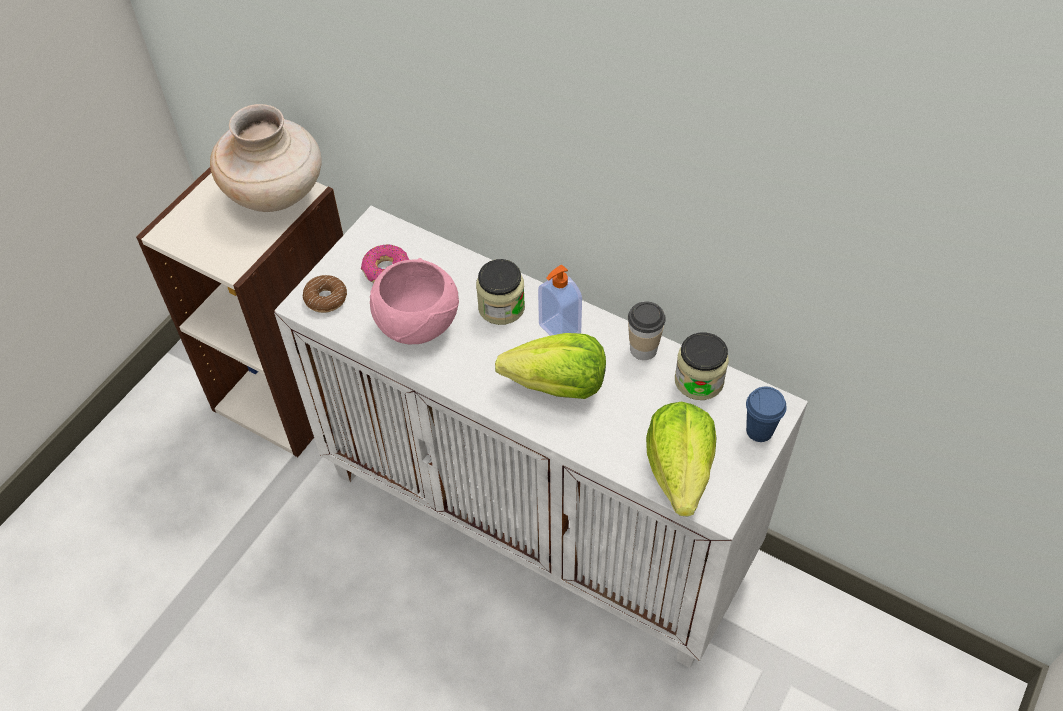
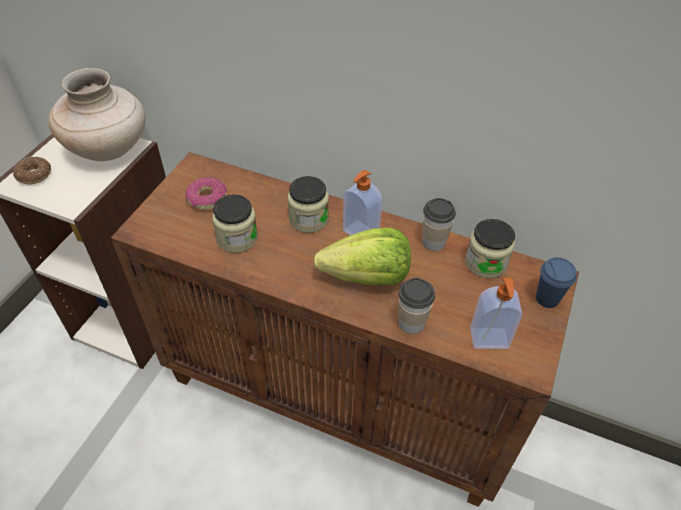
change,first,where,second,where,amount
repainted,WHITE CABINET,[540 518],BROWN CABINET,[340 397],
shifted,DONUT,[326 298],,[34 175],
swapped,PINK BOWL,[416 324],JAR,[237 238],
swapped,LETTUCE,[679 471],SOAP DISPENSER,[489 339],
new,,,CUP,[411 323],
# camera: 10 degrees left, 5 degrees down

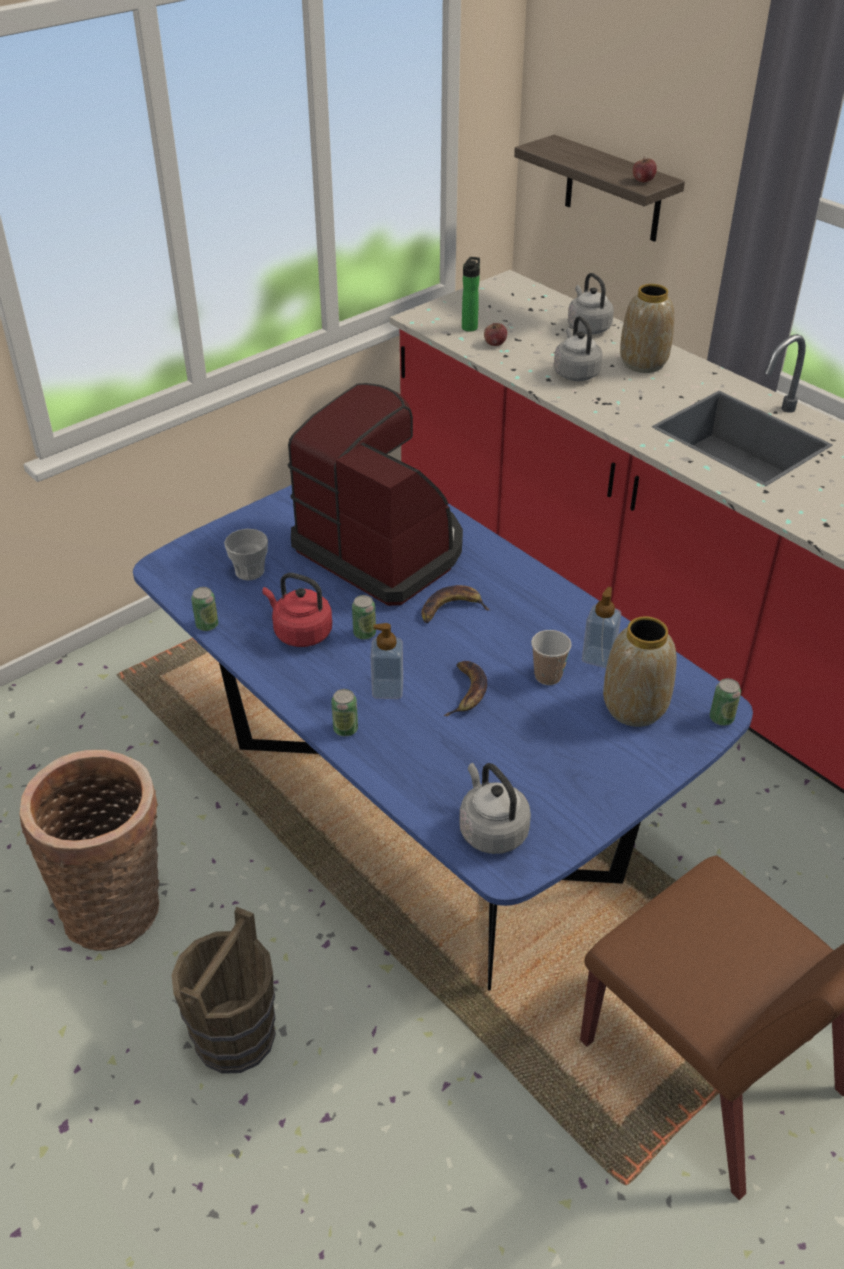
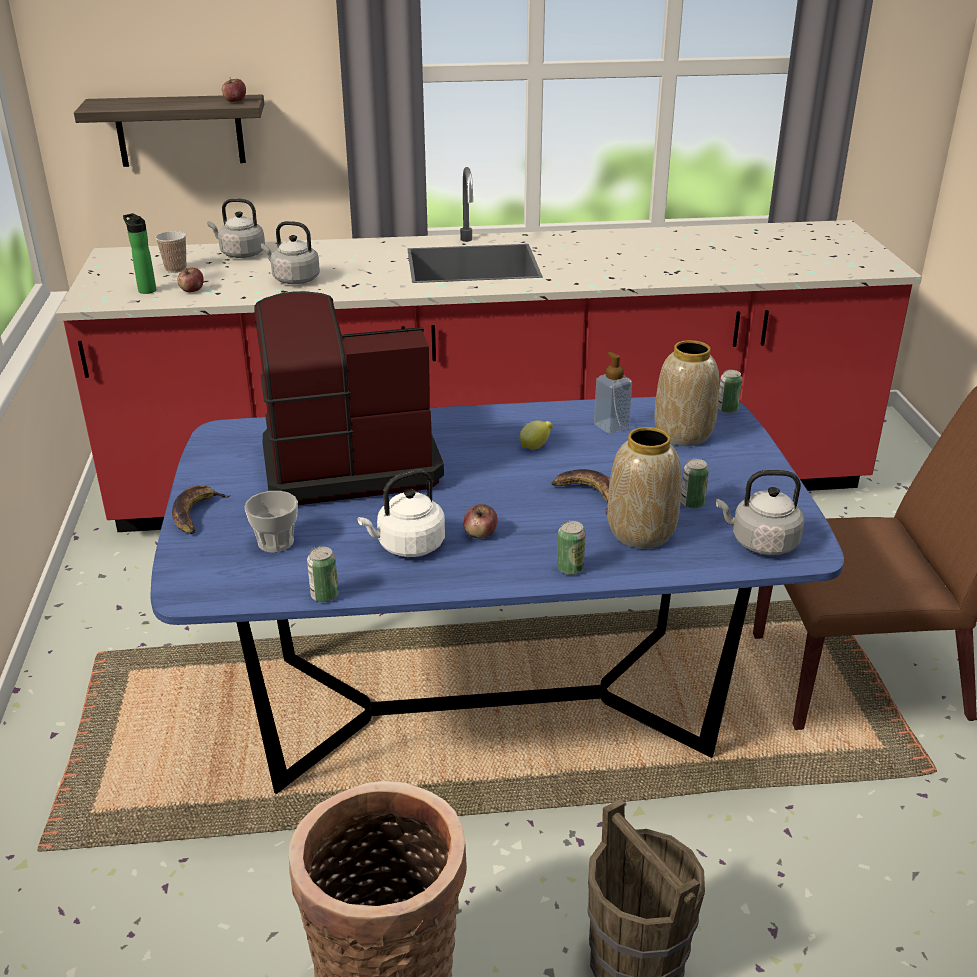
change,first,where,second,where,amount
repainted,RED KETTLE,[300 632],WHITE KETTLE,[407 546],
shifted,CAN,[364 633],,[692 503],
gone,SOAP DISPENSER,[387 689],,,
shifted,BANANA,[451 609],,[196 514],
shifted,CUP,[548 676],,[176 269],
shifted,VASE,[644 363],,[641 533],
new,,,APPLE,[480 534],
new,,,LEMON,[535 447],
# camera: 55 degrees left, 10 degrees down

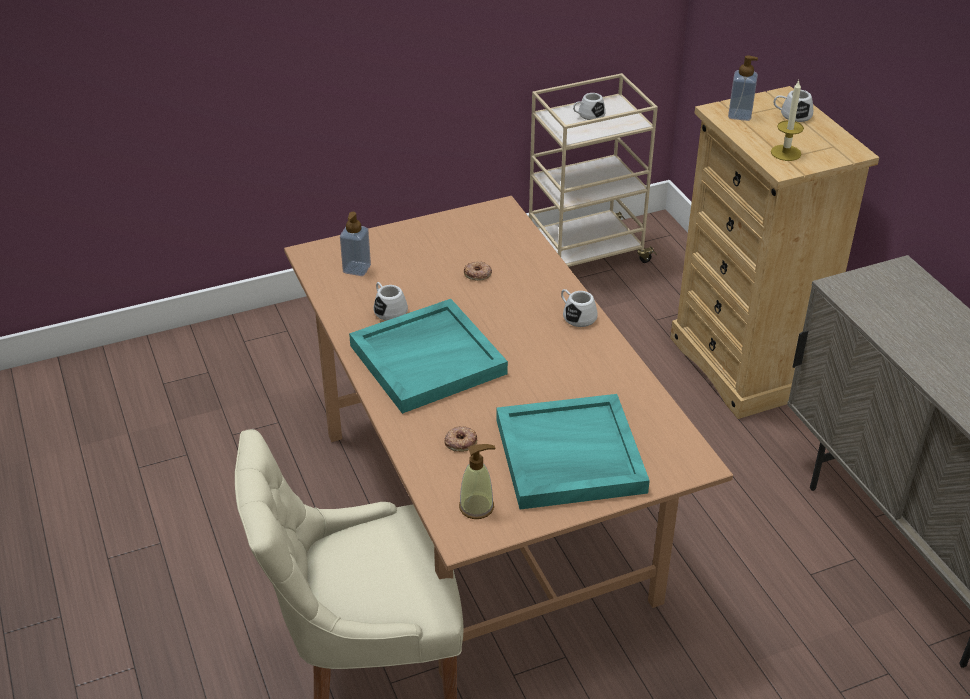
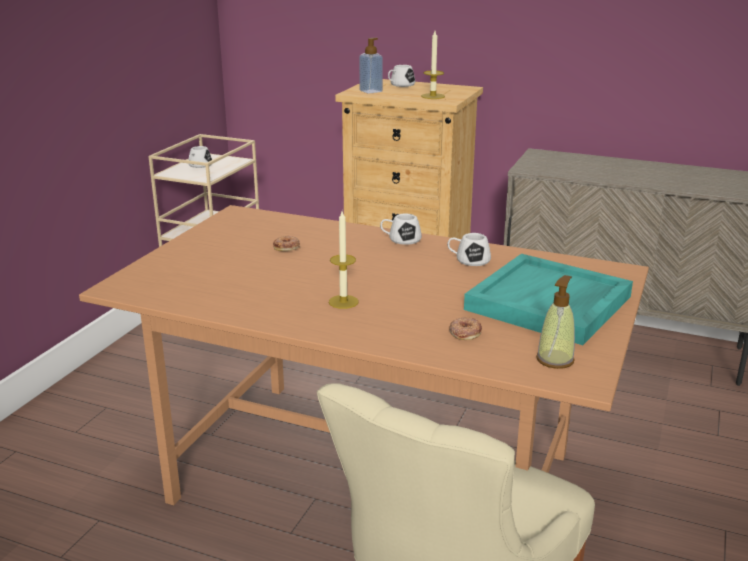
change,first,where,second,where,amount
gone,SOAP DISPENSER,[357 269],,,
swapped,TURQUOISE TRAY,[428 358],CANDLE,[343 302],
shifted,WHITE MUG,[388 309],,[468 260],
# camera: 45 degrees left, 15 degrees down

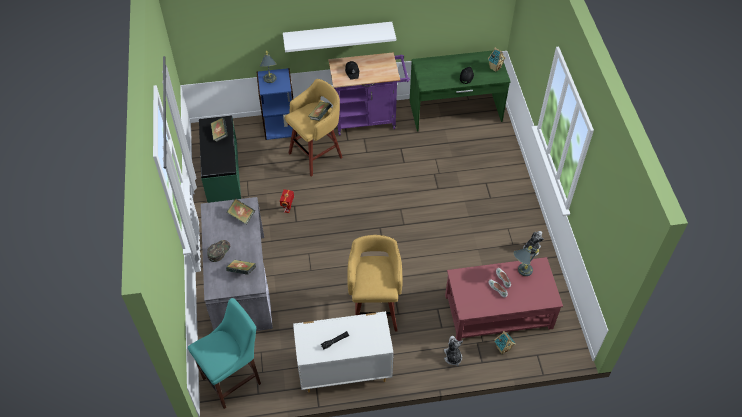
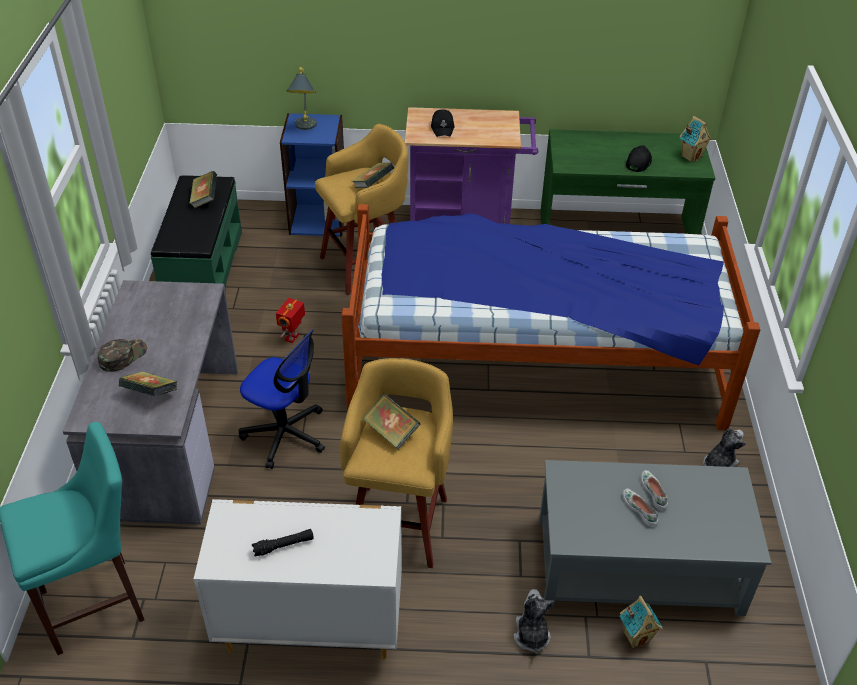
change,first,where,second,where,amount
shifted,BOOK,[241 216],,[391 432],
gone,WHITE SHELF,[338 34],,,
repainted,RED COFFEE TABLE,[497 311],GREY COFFEE TABLE,[637 565],
gone,GREY TABLE LAMP,[520 272],,,
new,,,OFFICE CHAIR,[285 434],
new,,,BED,[533 361],
# camera: 10 degrees right, 10 degrees down

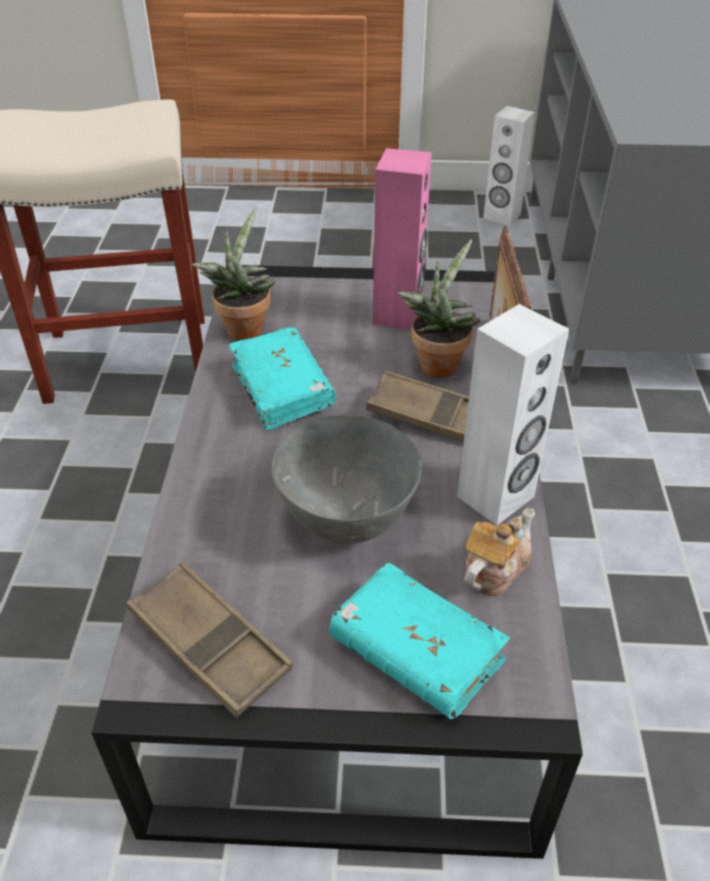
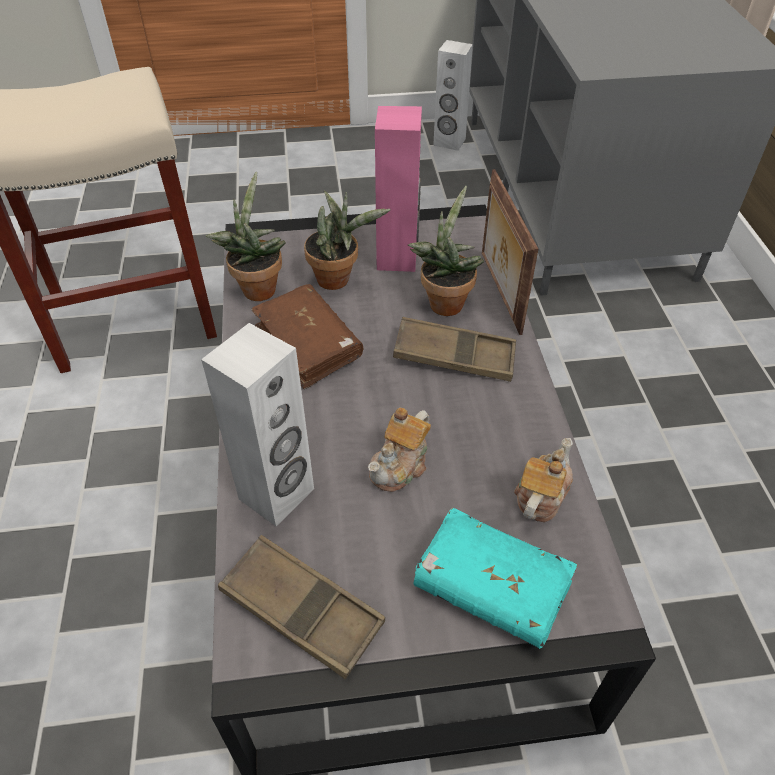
change,first,where,second,where,amount
repainted,TURQUOISE BOOK,[282 389],BROWN BOOK,[308 344],
swapped,GREY BOWL,[349 518],TEAPOT,[400 465],
shifted,WHITE SPEAKER,[496 497],,[277 494],
new,,,POTTED PLANT,[338 279],
# camera: 10 degrees left, 5 degrees up

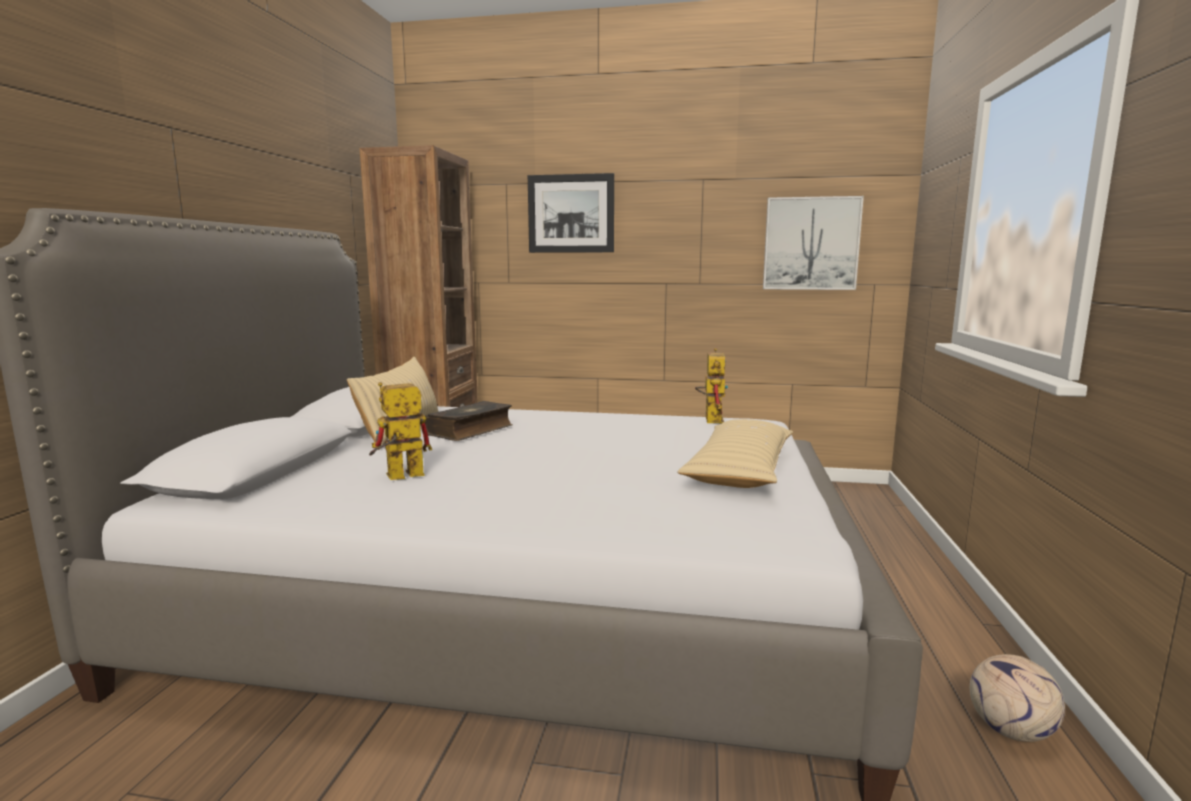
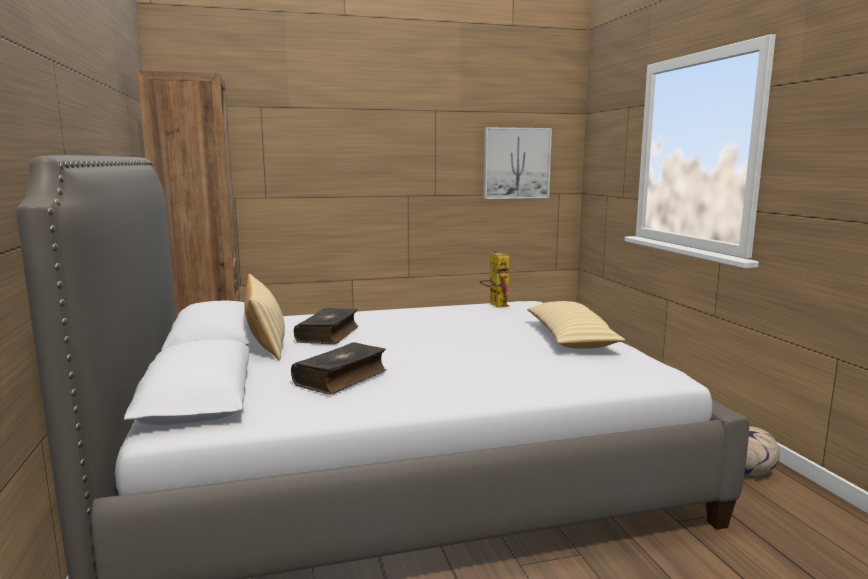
change,first,where,second,where,amount
swapped,TOY ROBOT,[397 477],BOOK,[342 378],
gone,PICTURE,[571 214],,,
# camera: 25 degrees left, 0 degrees up

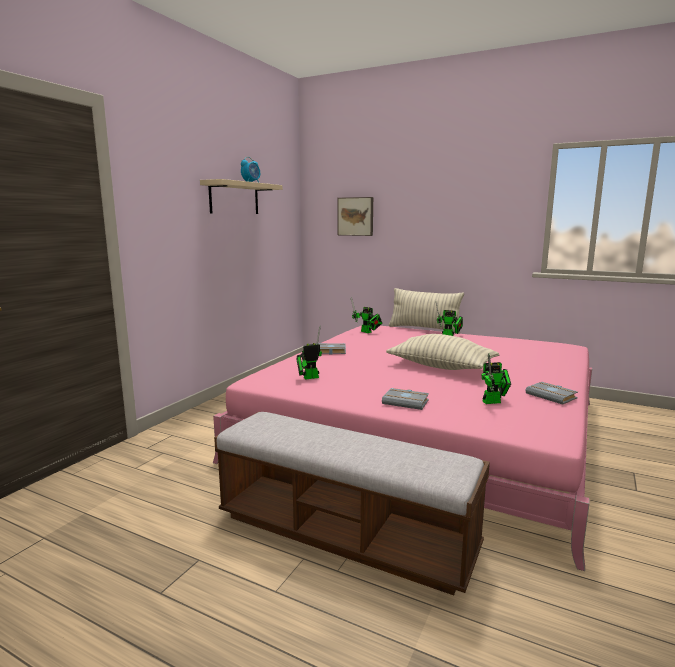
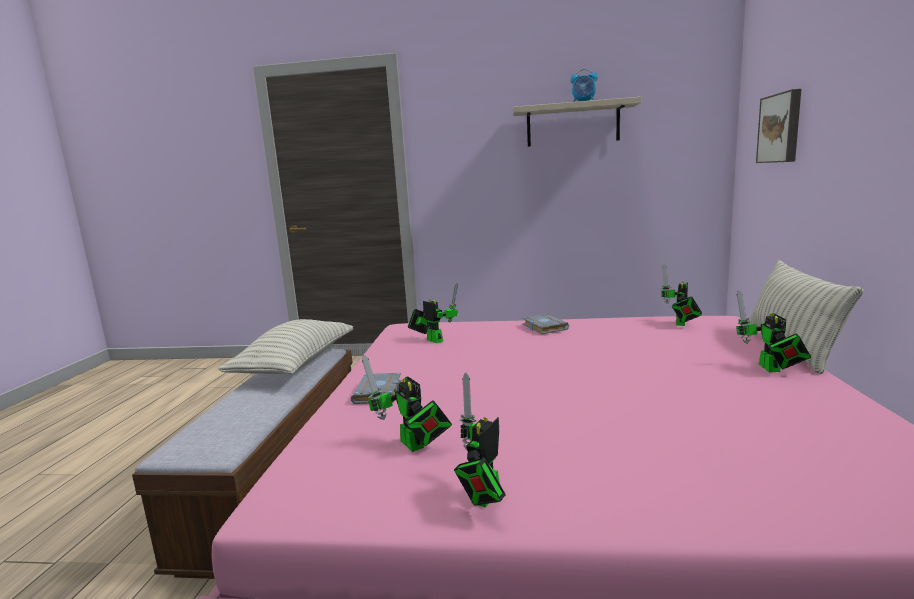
change,first,where,second,where,amount
shifted,PILLOW,[441 366],,[295 365],
swapped,GREY BOOK,[552 396],TOY ROBOT,[483 499],
# camera: 70 degrees right, 0 degrees up

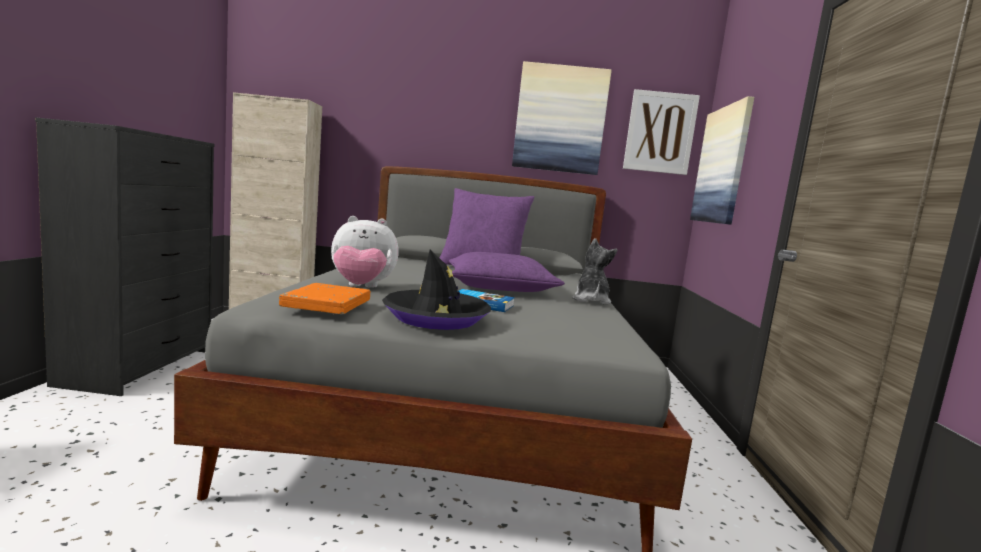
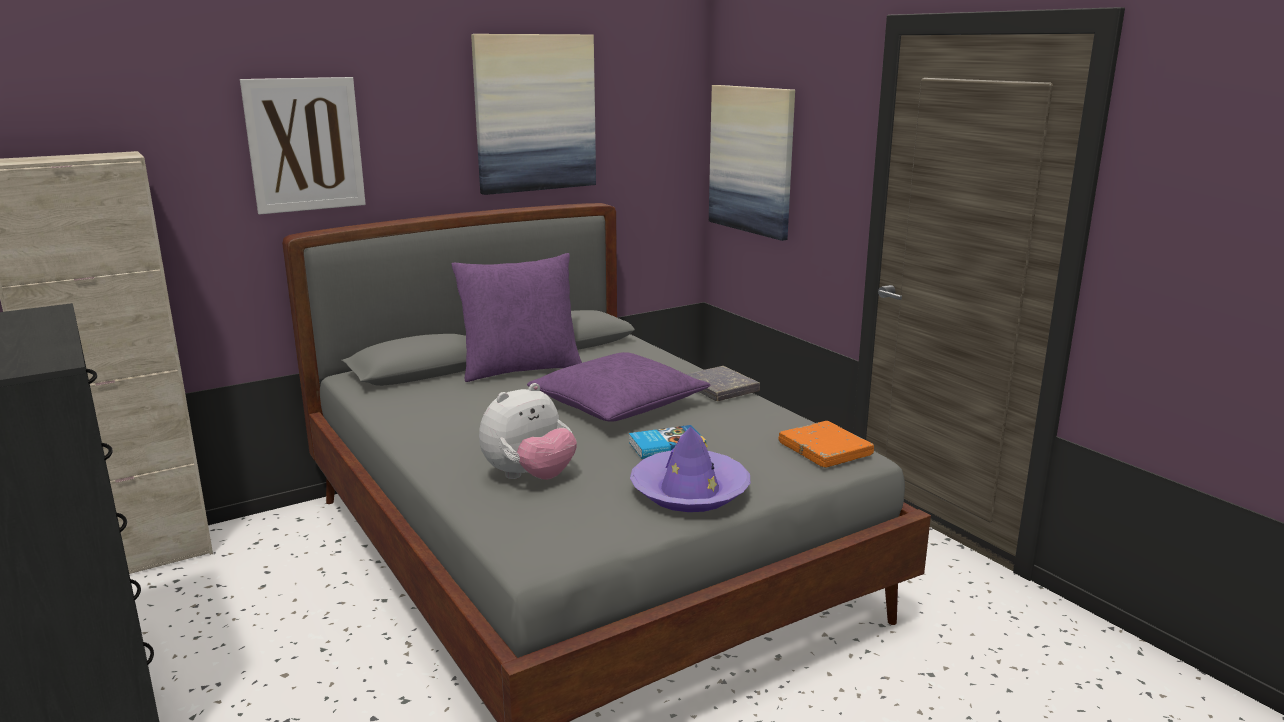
change,first,where,second,where,amount
shifted,ORANGE BOOK,[327 304],,[825 449],
repainted,BLACK HAT,[436 318],PURPLE HAT,[689 491],
swapped,PLUSH TOY,[590 300],GREY BOOK,[719 388],
shifted,PICTURE,[660 132],,[305 144],
# camera: 35 degrees left, 10 degrees up

